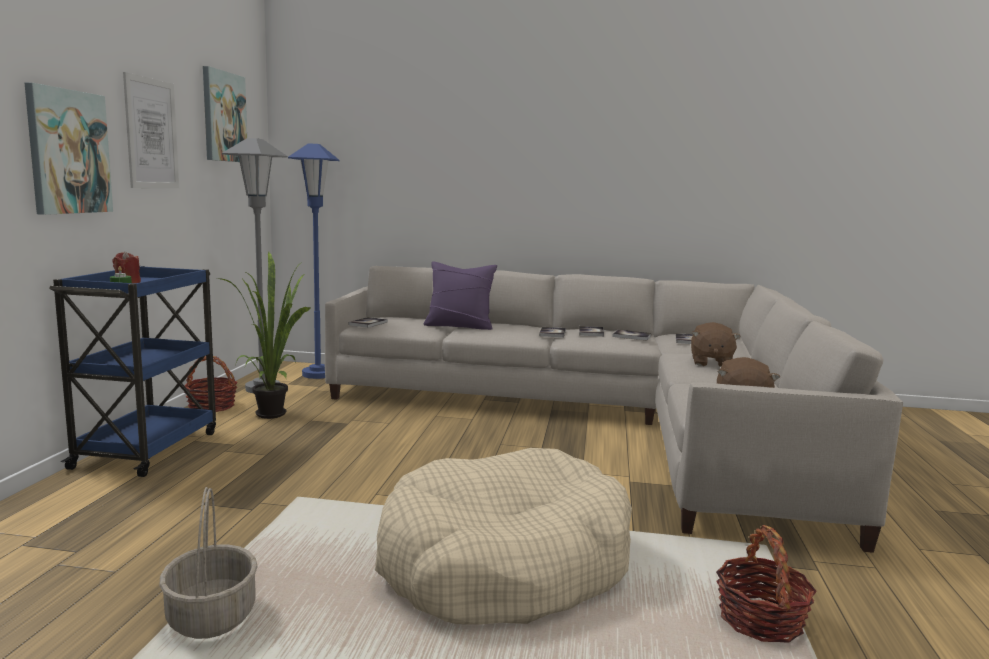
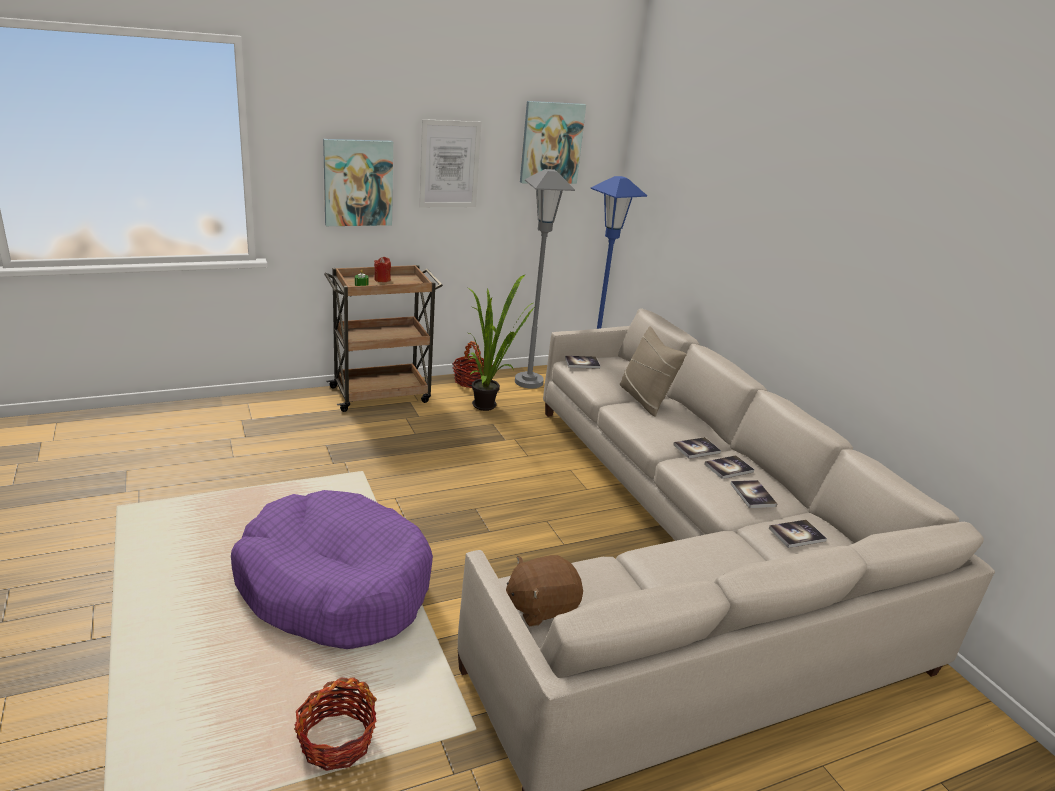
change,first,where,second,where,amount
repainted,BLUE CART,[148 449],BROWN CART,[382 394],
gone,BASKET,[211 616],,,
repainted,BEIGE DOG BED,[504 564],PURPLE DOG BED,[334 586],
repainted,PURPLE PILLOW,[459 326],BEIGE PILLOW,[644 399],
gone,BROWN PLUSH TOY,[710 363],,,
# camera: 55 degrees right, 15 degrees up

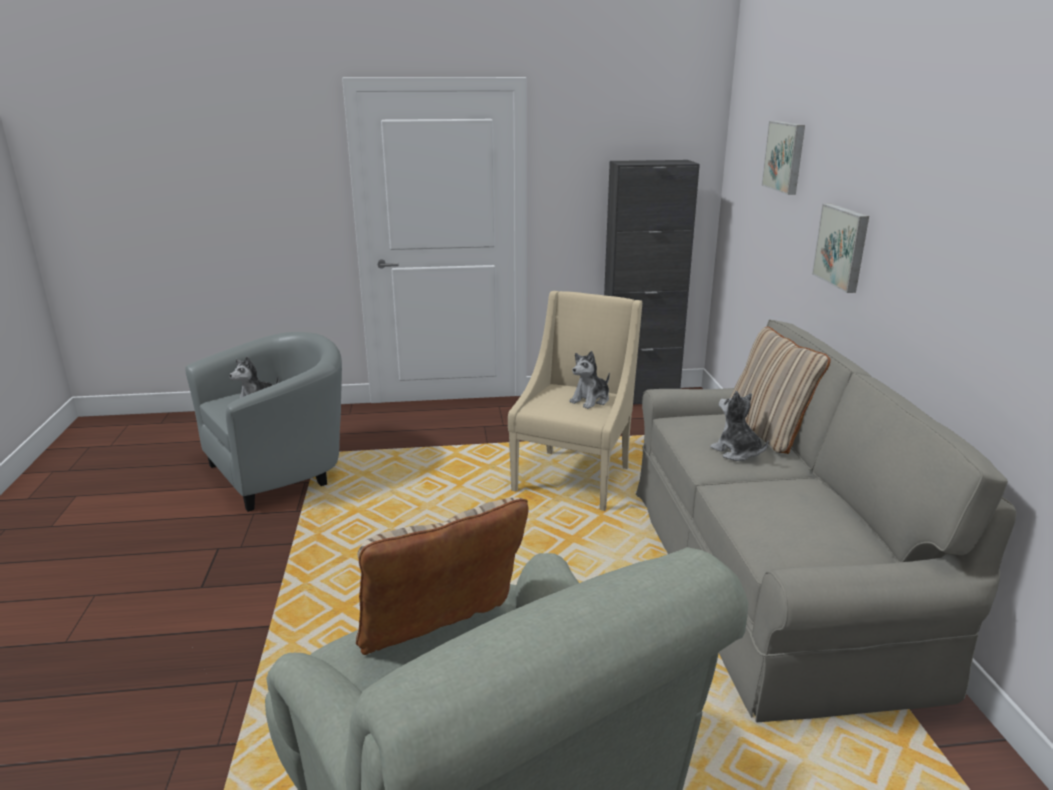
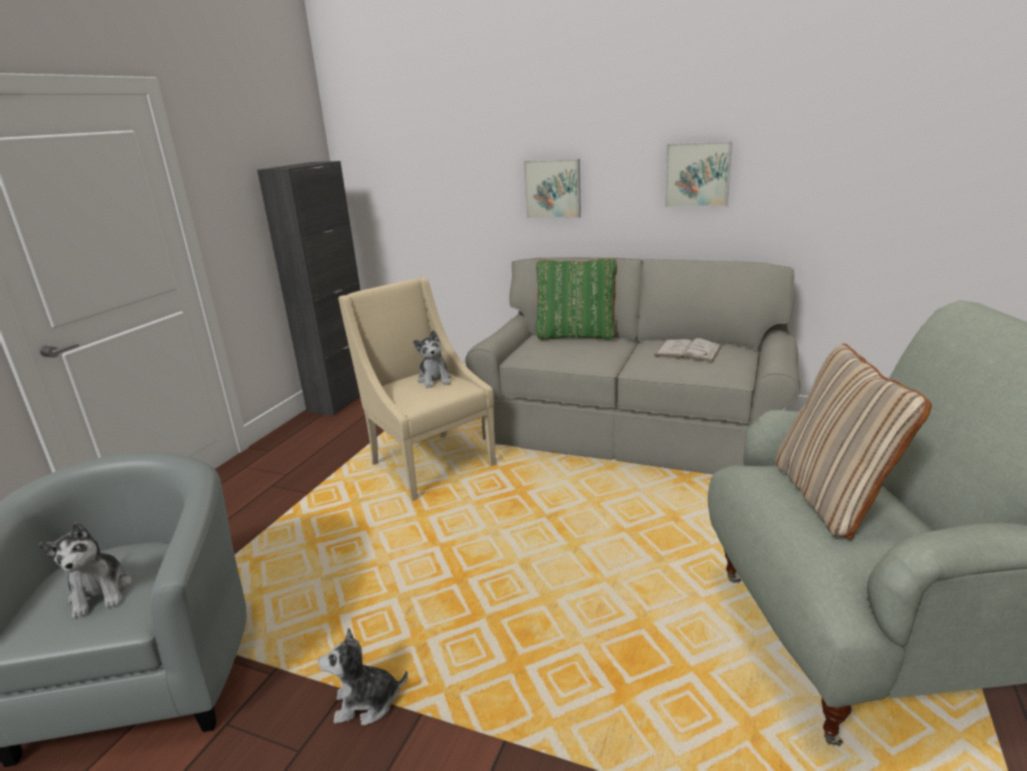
change,first,where,second,where,amount
shifted,PLUSH TOY,[736 452],,[366 703],
repainted,BEIGE PILLOW,[768 432],GREEN PILLOW,[576 335],
shifted,PICTURE,[785 156],,[697 174],
new,,,WHITE BOOK,[688 351],
# camera: 60 degrees left, 0 degrees up

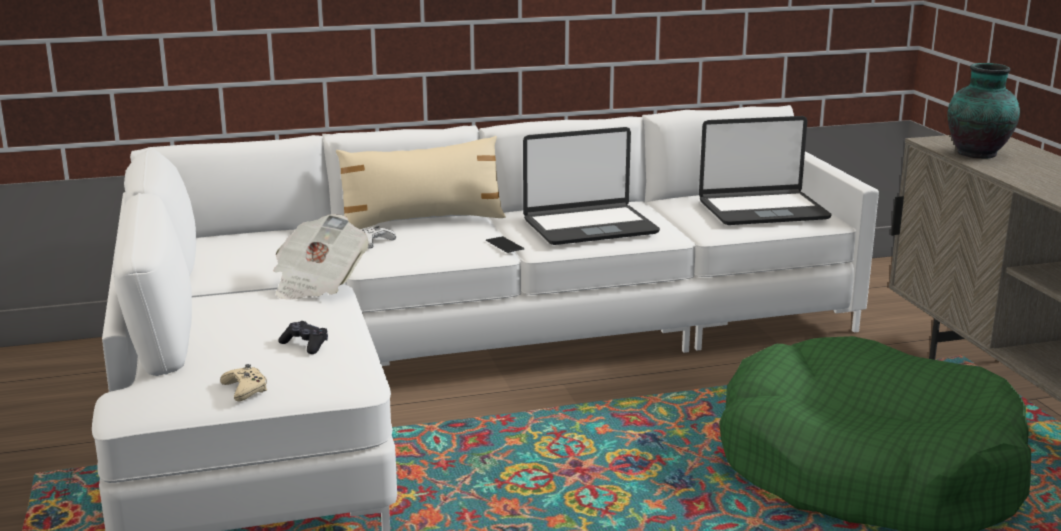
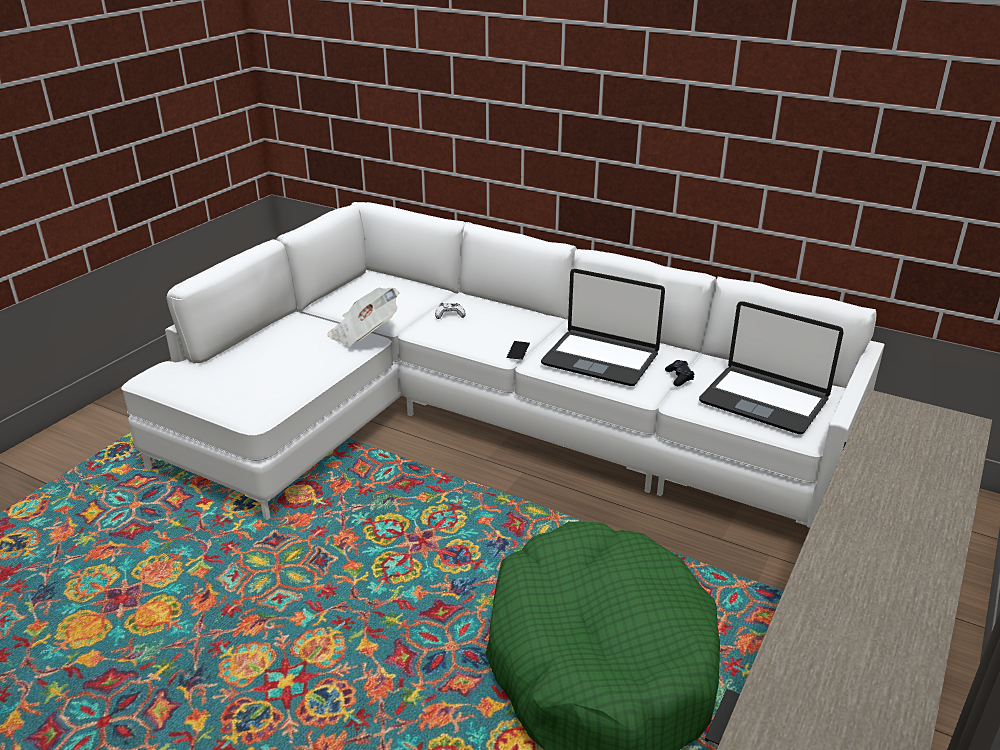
change,first,where,second,where,amount
gone,BEIGE GAME CONTROLLER,[245 389],,,
shifted,BLACK GAME CONTROLLER,[305 345],,[679 377],
gone,BEIGE PILLOW,[422 221],,,
gone,VASE,[979 154],,,
# camera: 45 degrees right, 10 degrees up

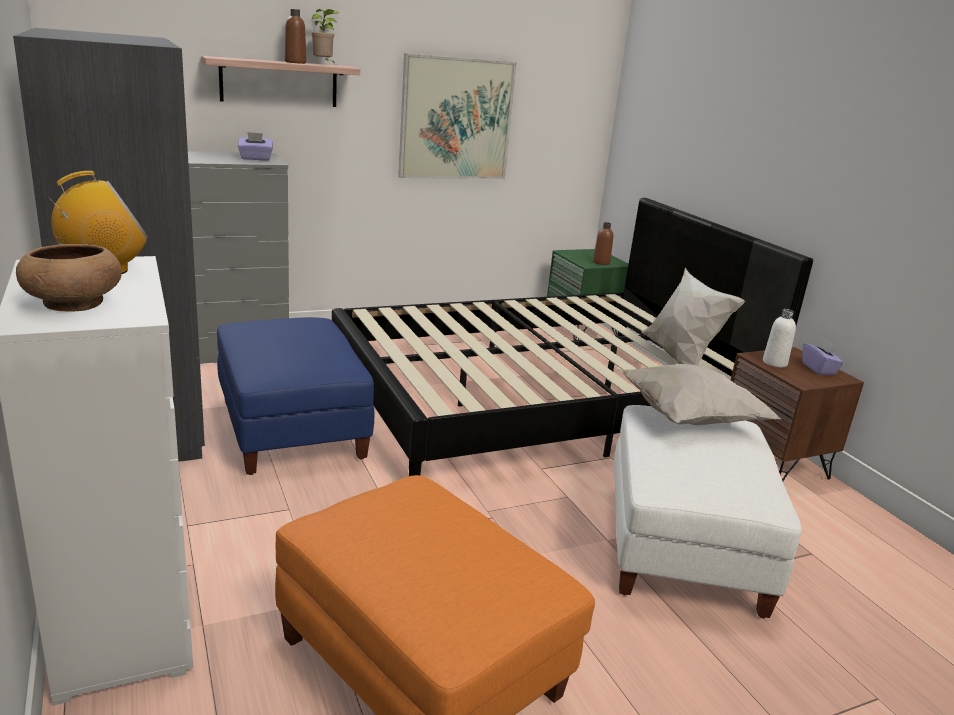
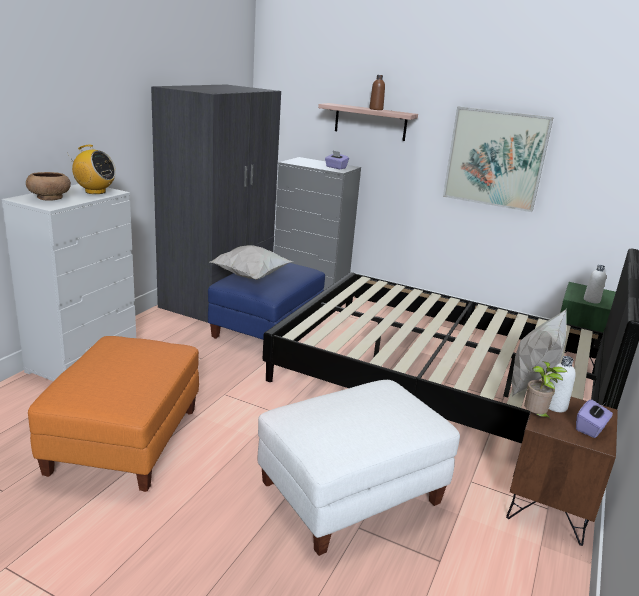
change,first,where,second,where,amount
shifted,POTTED PLANT,[324 64],,[535 417],
repainted,BROWN BOTTLE,[601 262],WHITE BOTTLE,[591 300],
shifted,WHITE PILLOW,[687 419],,[251 277],
# camera: 50 degrees right, 0 degrees up

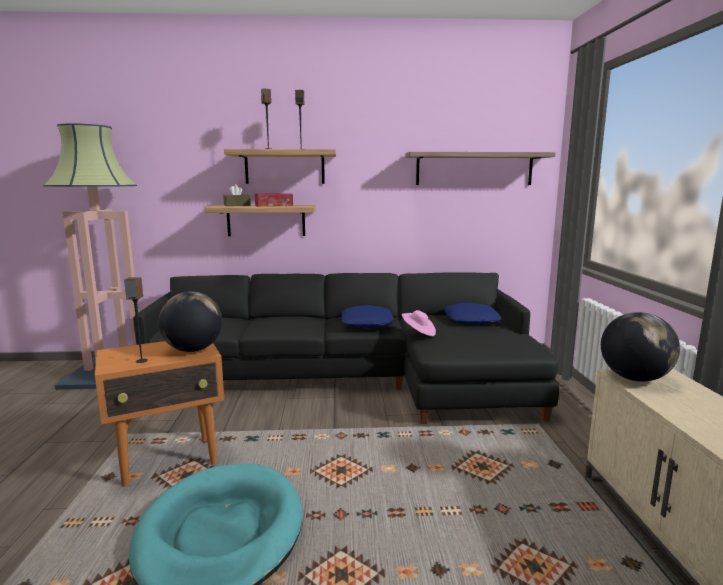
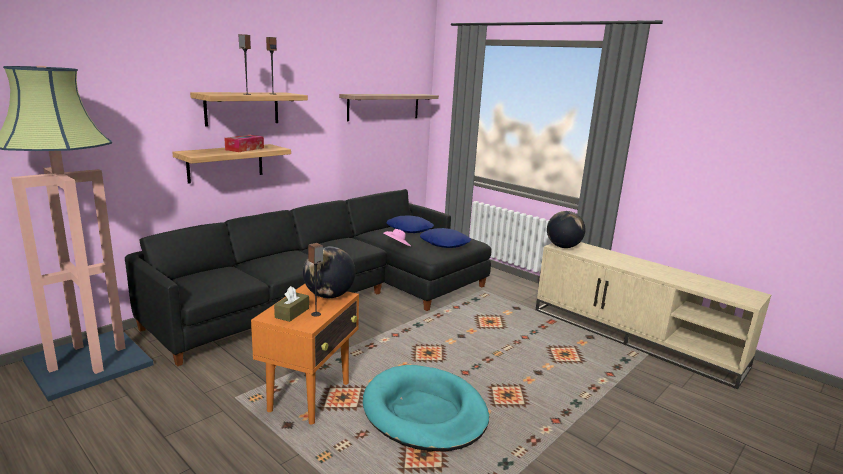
change,first,where,second,where,amount
shifted,BROWN TISSUE BOX,[237 205],,[292 313],
shifted,BLUE PILLOW,[367 323],,[445 243],
# camera: 45 degrees left, 5 degrees up

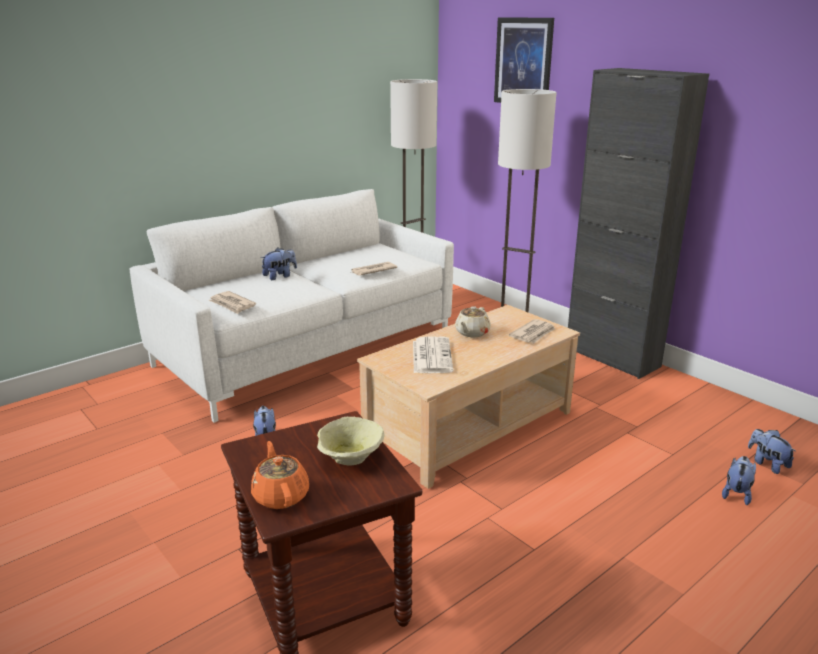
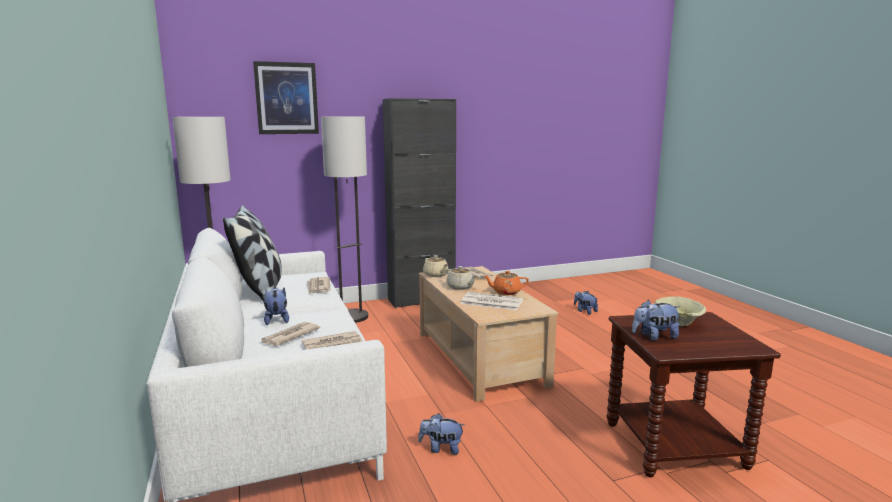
change,first,where,second,where,amount
shifted,ORANGE TEAPOT,[281 495],,[506 292],
shifted,PLUSH TOY,[767 464],,[654 337],
new,,,PILLOW,[260 290],
new,,,NEWSPAPER,[289 336],
new,,,BEIGE TEAPOT,[436 275],
# camera: 70 degrees left, 10 degrees down

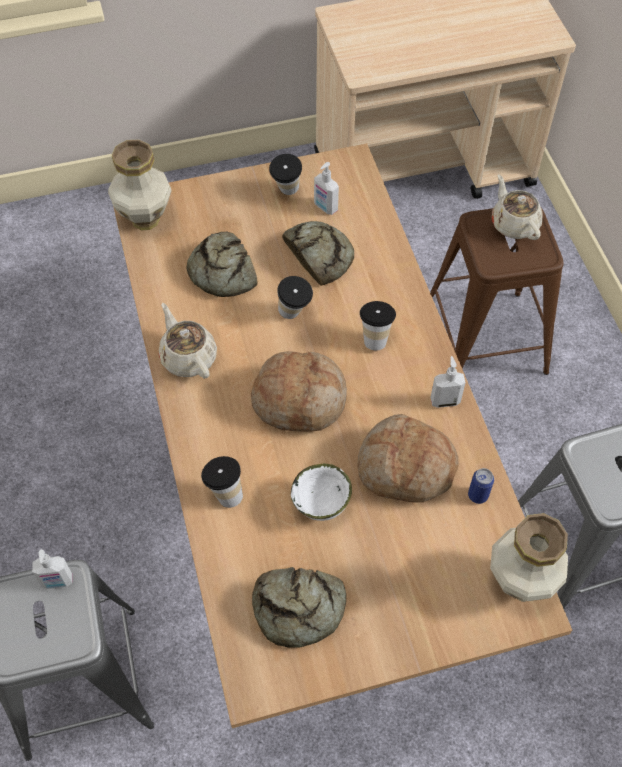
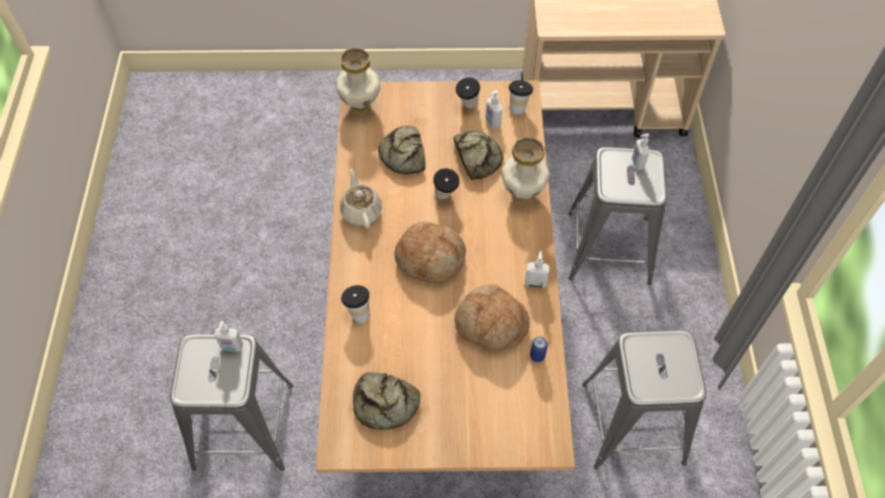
change,first,where,second,where,amount
gone,WHITE BOWL,[321 506],,,
shifted,CUP,[375 338],,[518 107],
repainted,BROWN STOOL,[484 339],GREY STOOL,[609 247],
shifted,VASE,[520 582],,[523 194],
swapped,BEIGE TEAPOT,[514 224],SOAP DISPENSER,[637 163],
# camera: 15 degrees right, 0 degrees up

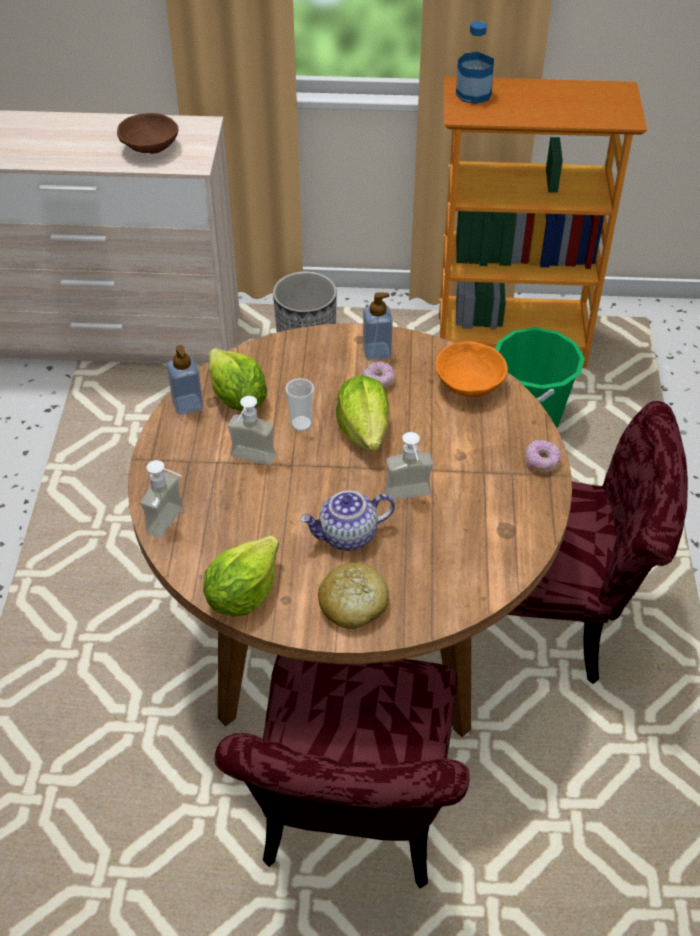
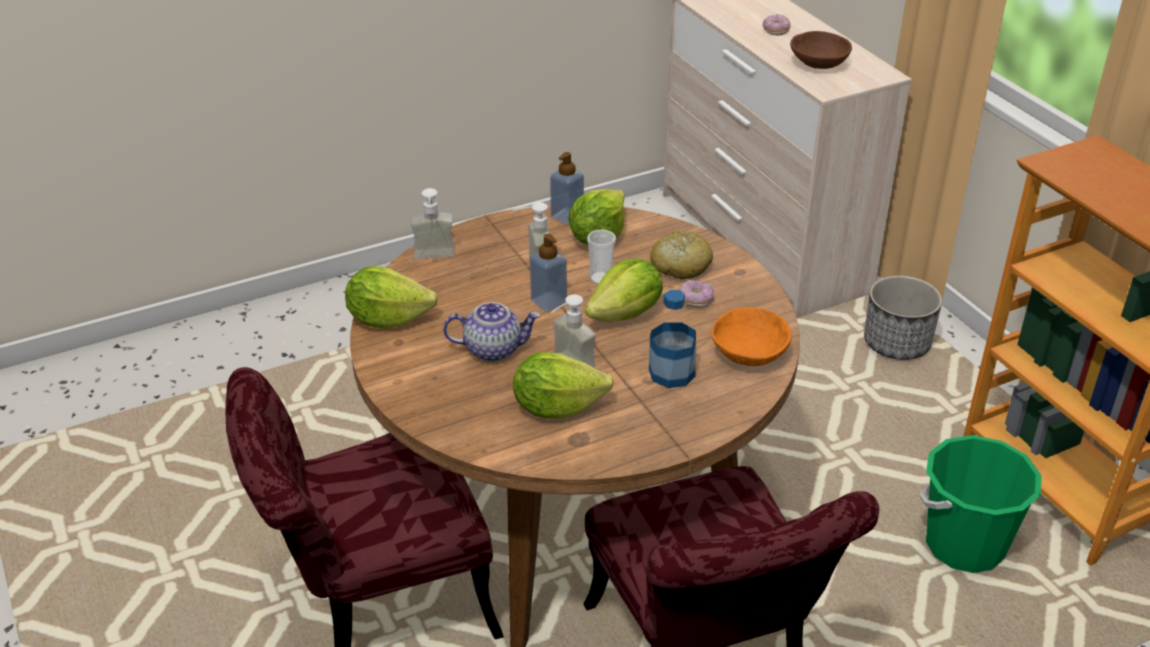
change,first,where,second,where,amount
rotated,TEAPOT,[347 536],,[493 349],135 degrees clockwise
shifted,BREAD,[353 604],,[680 266],
shifted,SOAP DISPENSER,[377 352],,[548 302],
shifted,BOTTLE,[473 94],,[672 373],
shifted,DONUT,[541 462],,[775 31],
new,,,LETTUCE,[556 406],
# camera: 60 degrees right, 10 degrees down

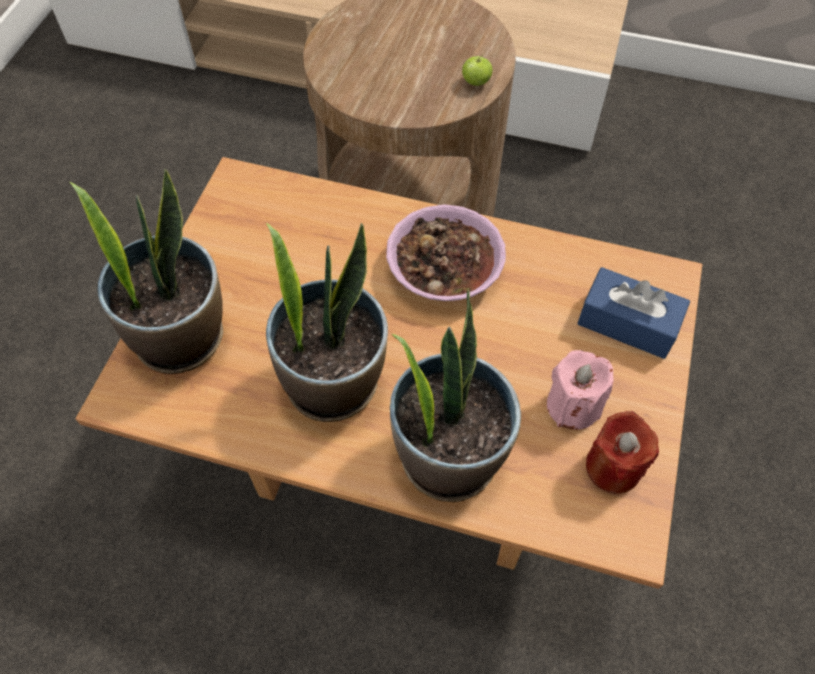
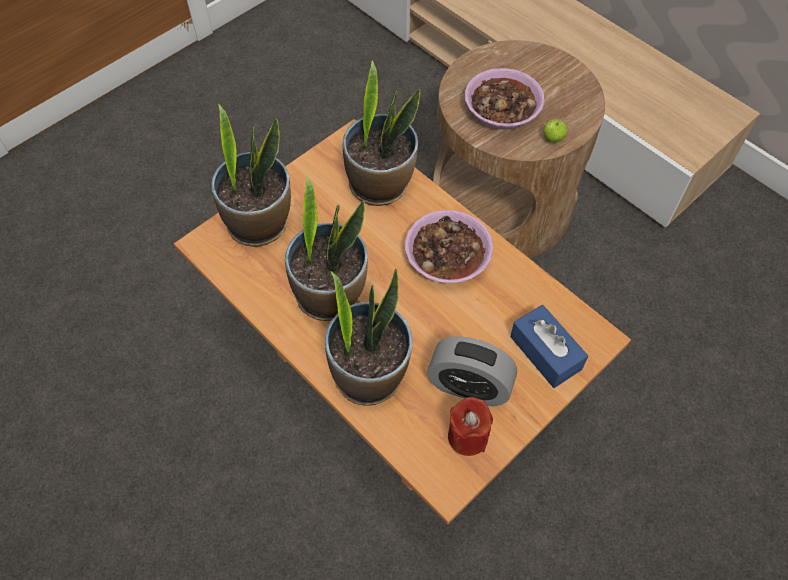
change,first,where,second,where,amount
swapped,PINK CANDLE,[573 406],ALARM CLOCK,[469 386],
new,,,POTTED PLANT,[380 184],
new,,,BOWL,[502 110],
# camera: 30 degrees right, 0 degrees up

